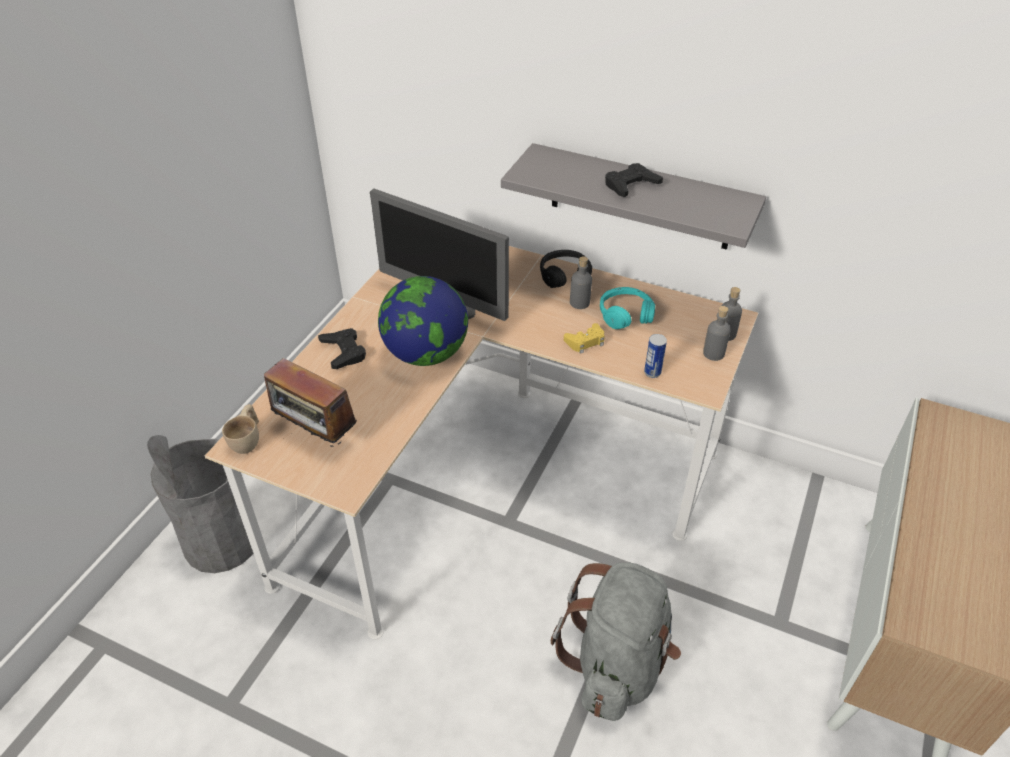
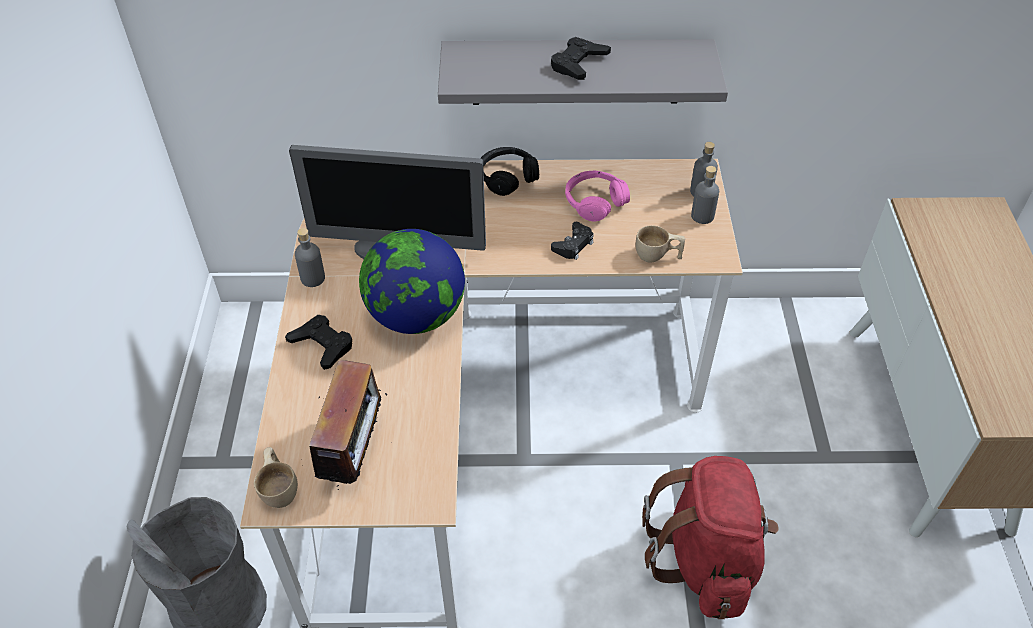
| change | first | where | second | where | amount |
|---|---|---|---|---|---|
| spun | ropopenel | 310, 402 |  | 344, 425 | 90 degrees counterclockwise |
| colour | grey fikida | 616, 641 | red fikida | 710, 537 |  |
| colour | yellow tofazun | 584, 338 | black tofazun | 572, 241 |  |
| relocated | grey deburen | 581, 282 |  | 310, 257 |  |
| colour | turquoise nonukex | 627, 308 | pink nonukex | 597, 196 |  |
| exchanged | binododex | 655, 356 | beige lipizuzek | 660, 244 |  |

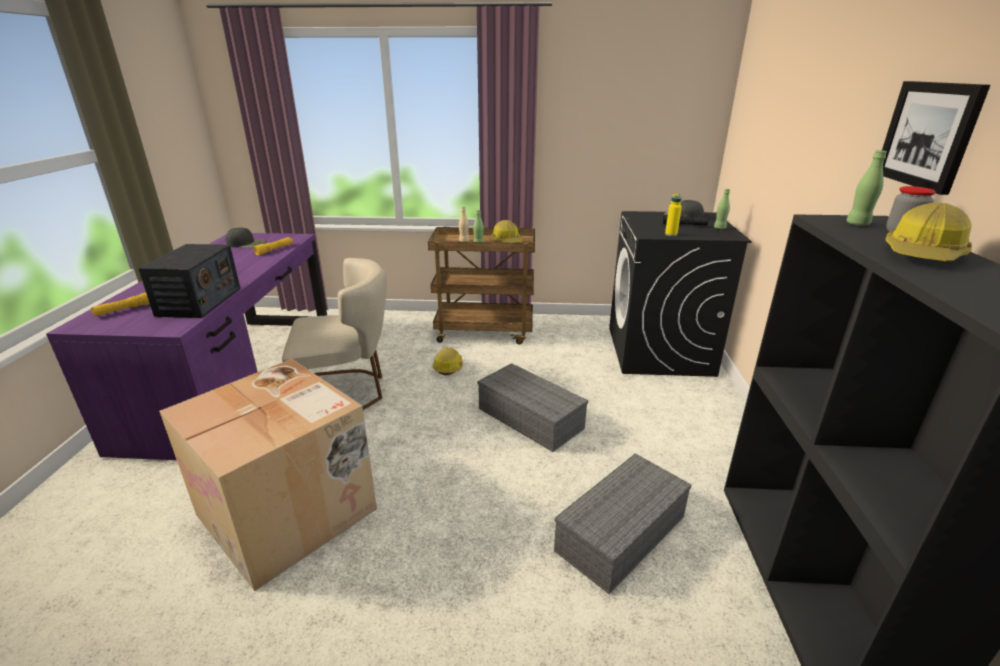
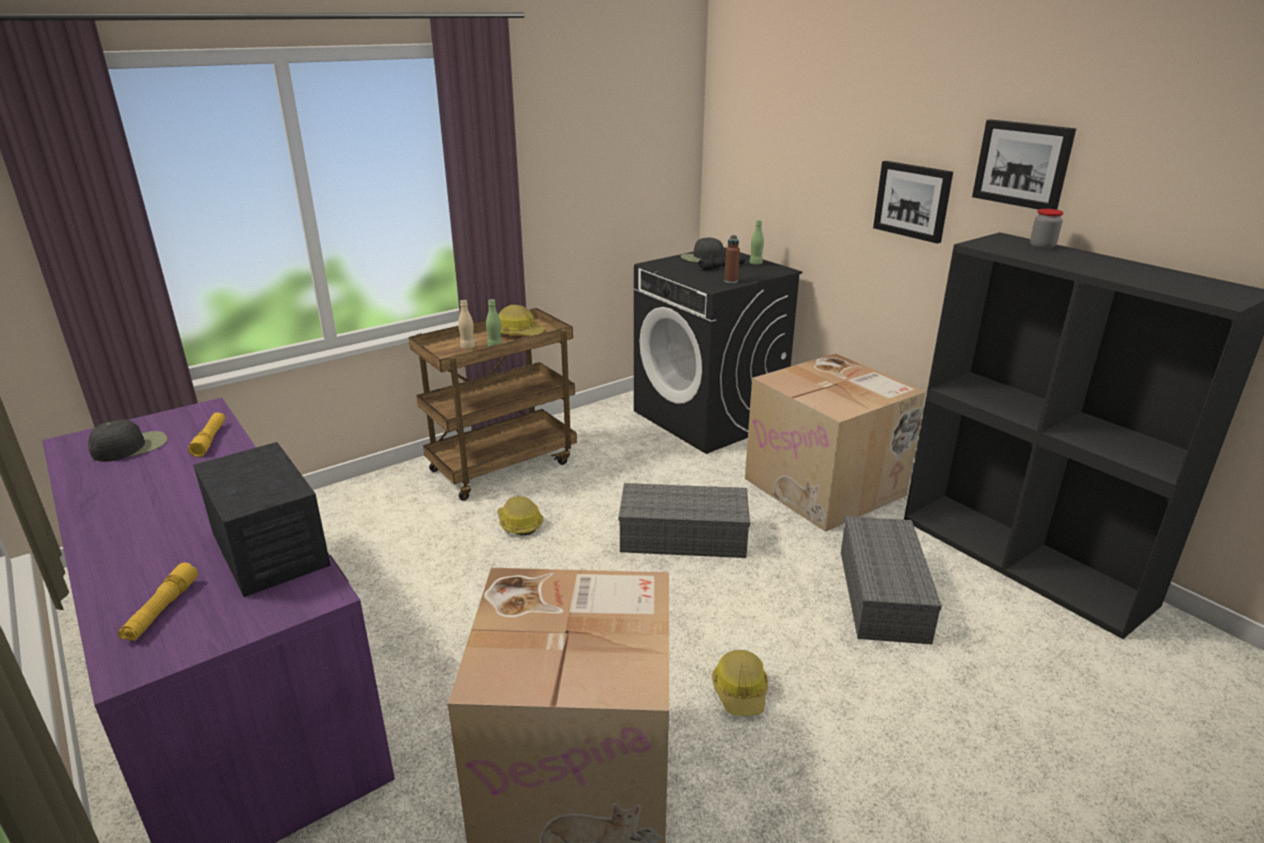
| change | first | where | second | where | amount |
|---|---|---|---|---|---|
| missing | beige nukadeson | 334, 334 |  |  |  |
| colour | yellow deburen | 673, 215 | brown deburen | 732, 259 |  |
| missing | green deburen | 866, 188 |  |  |  |
| relocated | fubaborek | 929, 231 |  | 740, 683 |  |
| appeared |  |  | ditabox | 835, 442 |  |
| appeared |  |  | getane | 913, 202 |  |

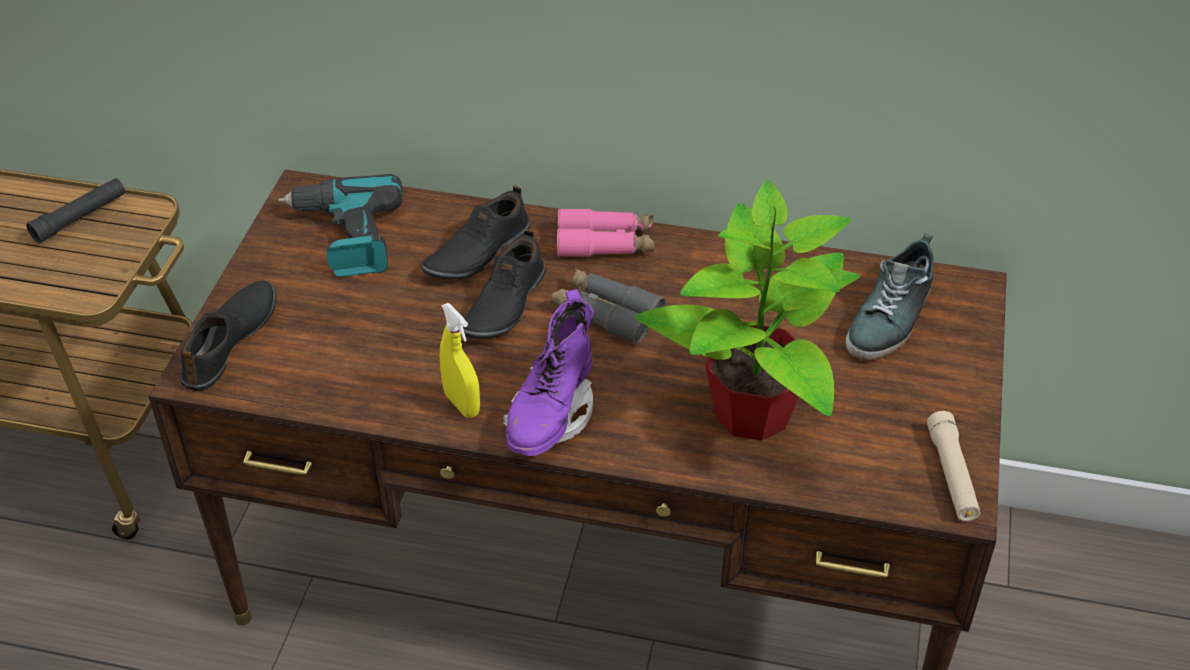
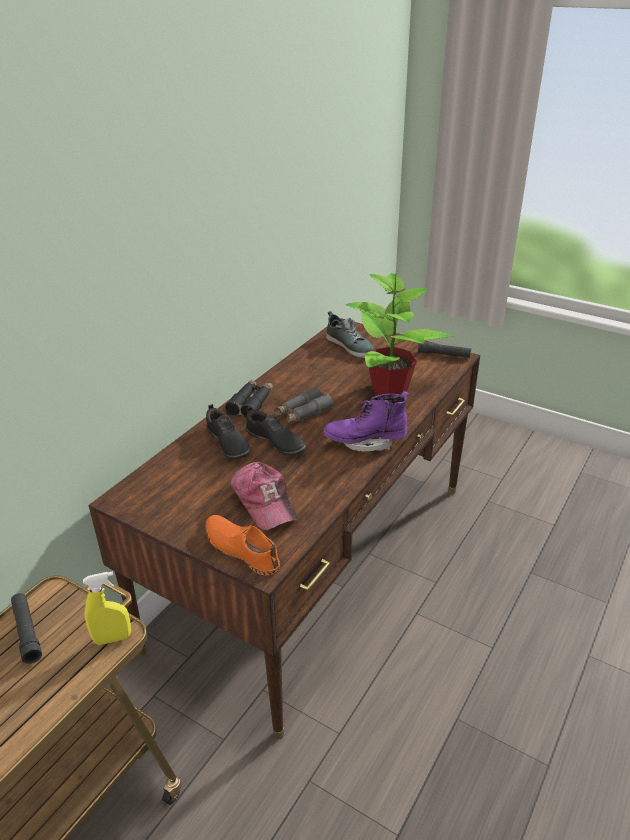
| change | first | where | second | where | amount |
|---|---|---|---|---|---|
| colour | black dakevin | 228, 335 | orange dakevin | 242, 545 |  |
| missing | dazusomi | 341, 225 |  |  |  |
| relocated | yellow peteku | 460, 360 |  | 107, 608 |  |
| spun | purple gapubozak | 549, 372 |  | 366, 421 | 135 degrees clockwise |
| colour | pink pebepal | 605, 232 | black pebepal | 249, 399 |  |
| colour | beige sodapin | 953, 466 | black sodapin | 444, 350 |  |
| appeared |  |  | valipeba | 264, 496 |  |

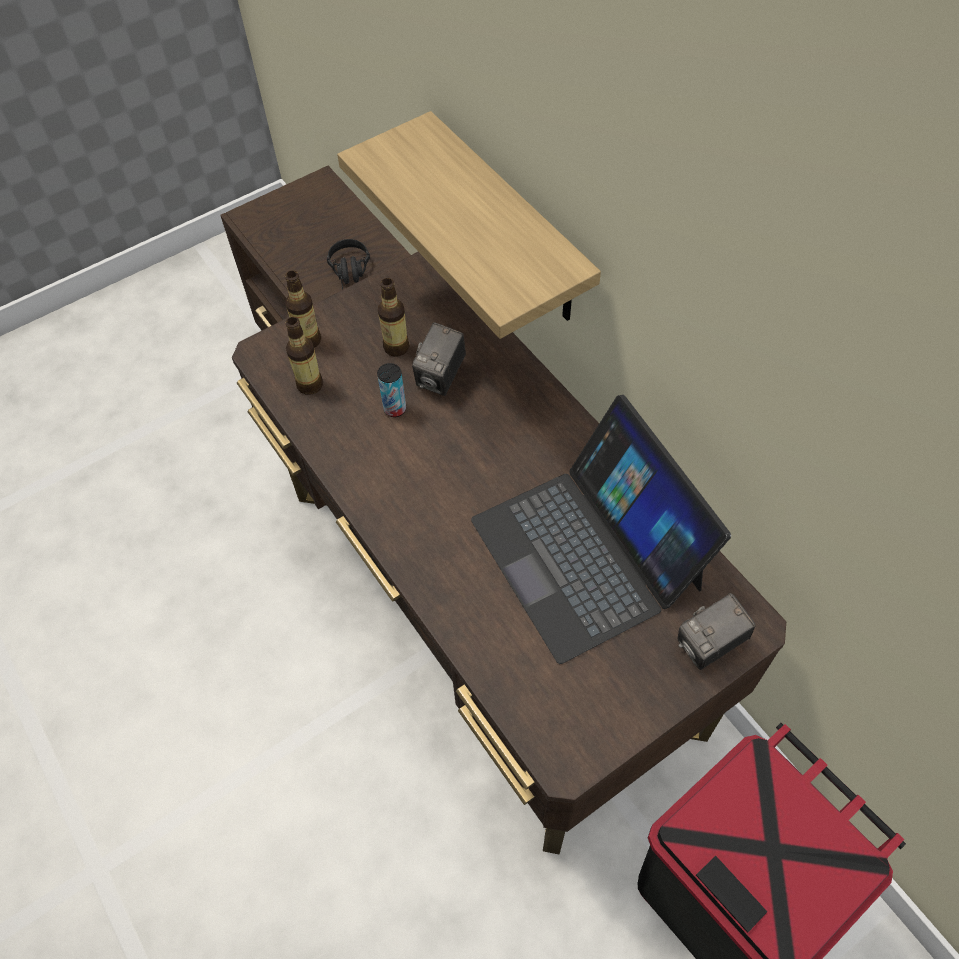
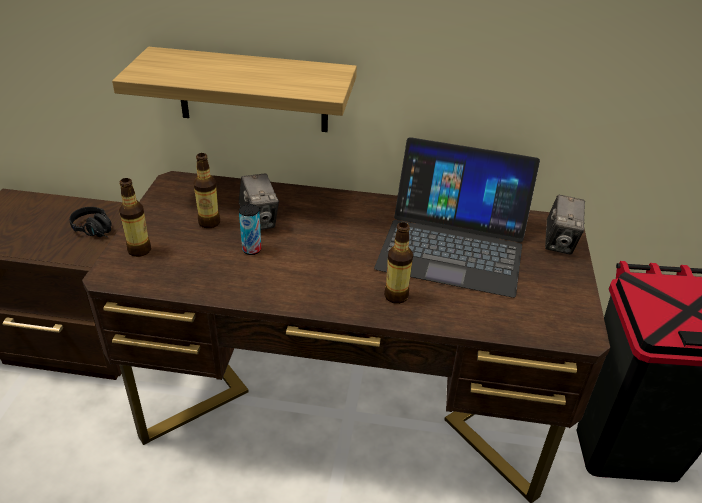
| change | first | where | second | where | amount |
|---|---|---|---|---|---|
| relocated | deburen | 304, 356 |  | 398, 263 |  |

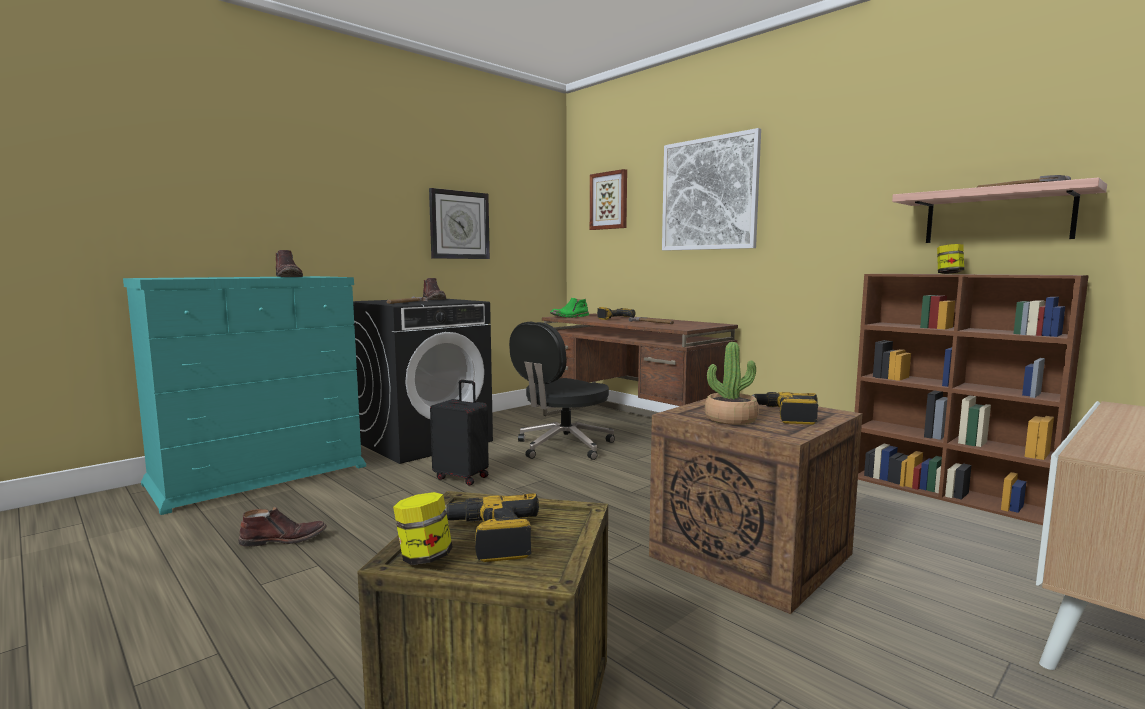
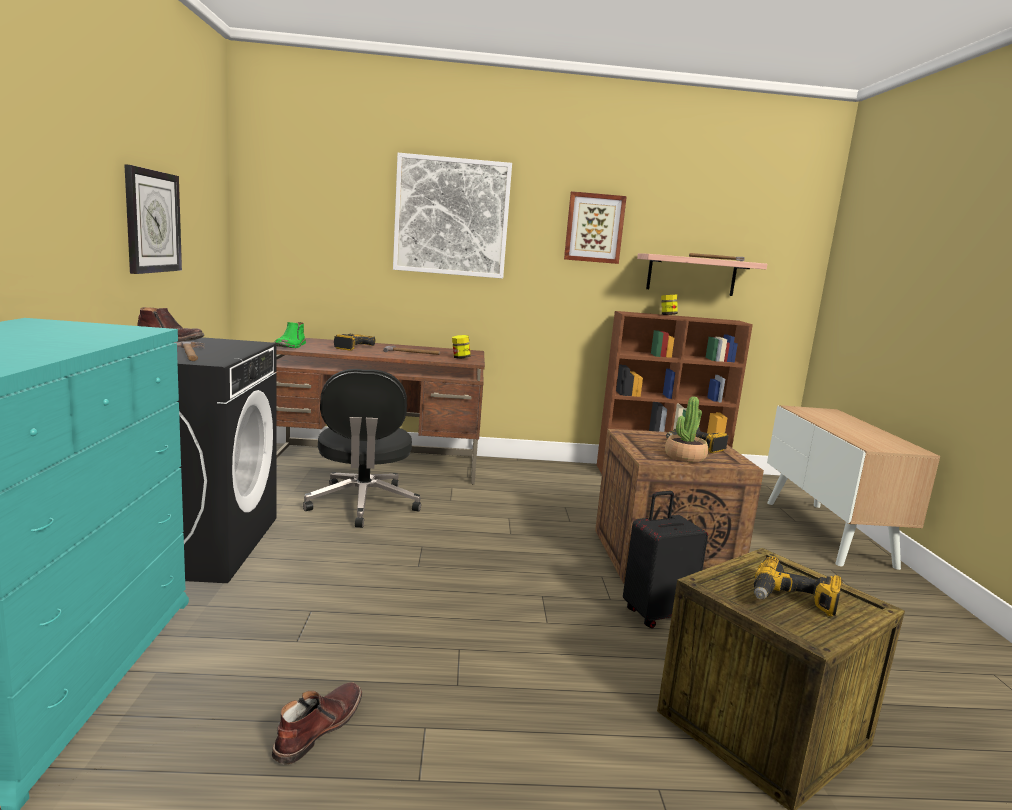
| change | first | where | second | where | amount |
|---|---|---|---|---|---|
| missing | brown gapubozak | 289, 263 |  |  |  |
| relocated | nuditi | 423, 528 |  | 461, 347 |  |
| relocated | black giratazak | 459, 433 |  | 665, 559 |  |
| relocated | getane | 608, 199 |  | 595, 227 |  |

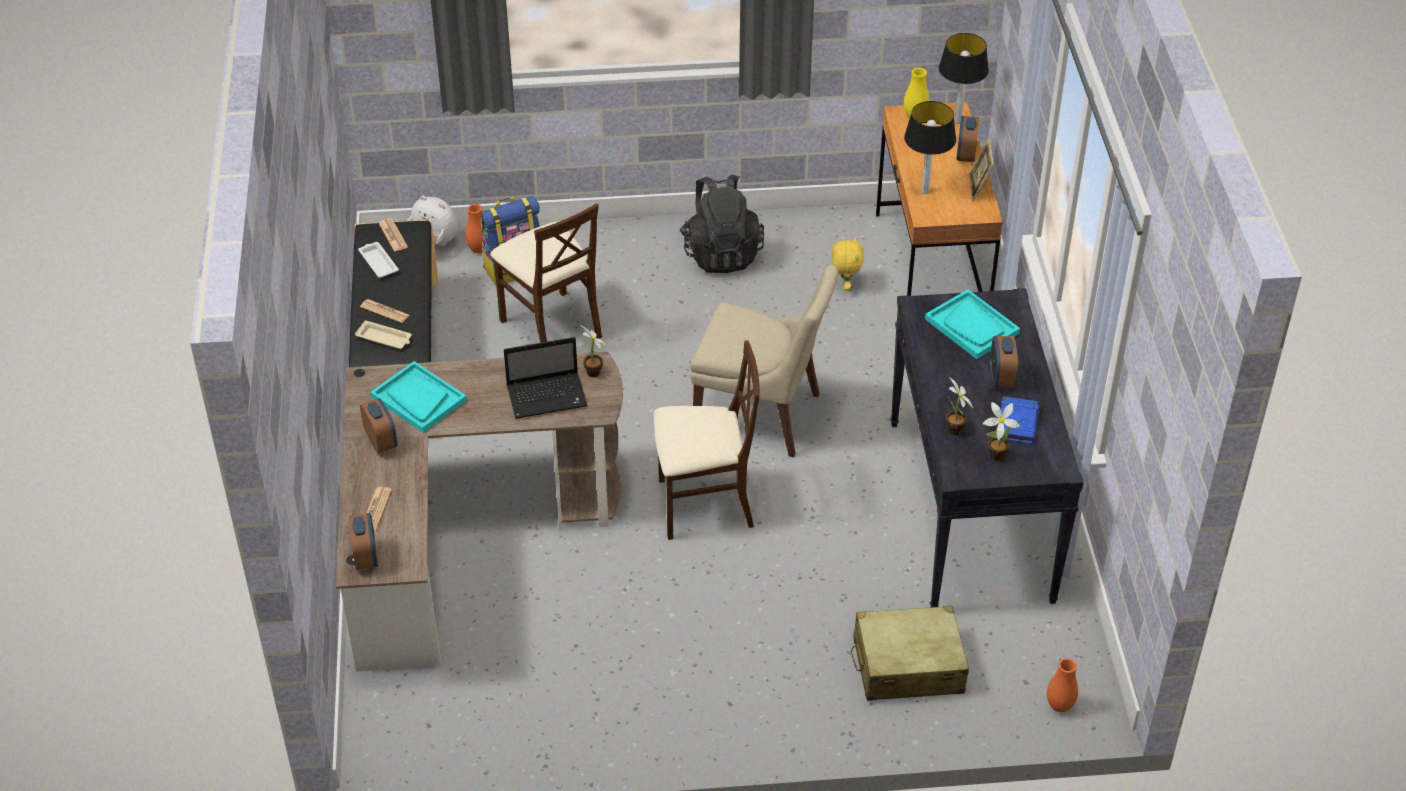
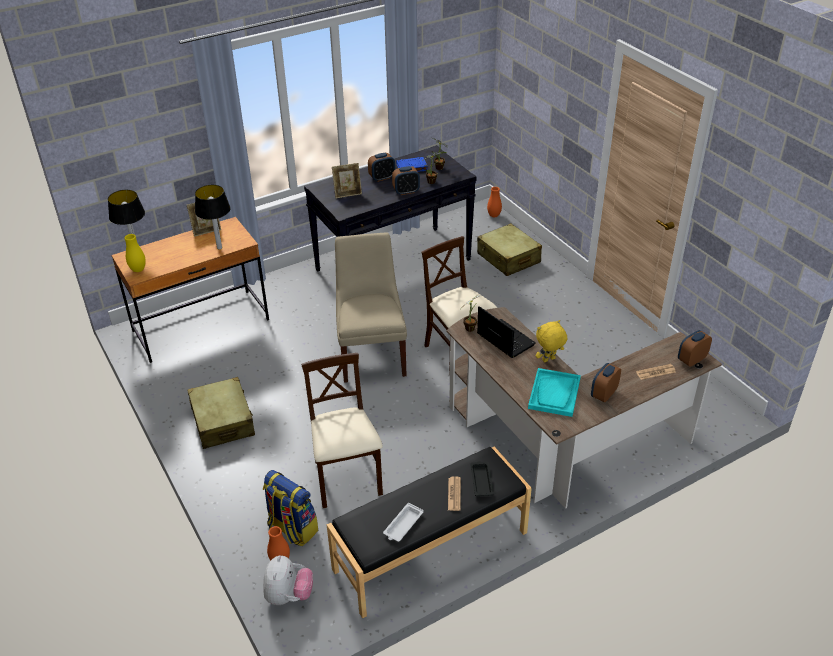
| change | first | where | second | where | amount |
|---|---|---|---|---|---|
| colour | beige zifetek | 383, 334 | black zifetek | 482, 478 |  |
| missing | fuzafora | 393, 235 |  |  |  |
| spun | beige nukadeson | 546, 273 |  | 342, 430 | 45 degrees counterclockwise |
| exchanged | black fikida | 722, 223 | beige giratazak | 221, 413 |  |
| relocated | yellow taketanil | 848, 264 |  | 551, 341 |  |
| exchanged | turquoise zifetek | 972, 324 | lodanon | 347, 180 |  |
| relocated | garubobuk | 968, 139 |  | 406, 180 |  |

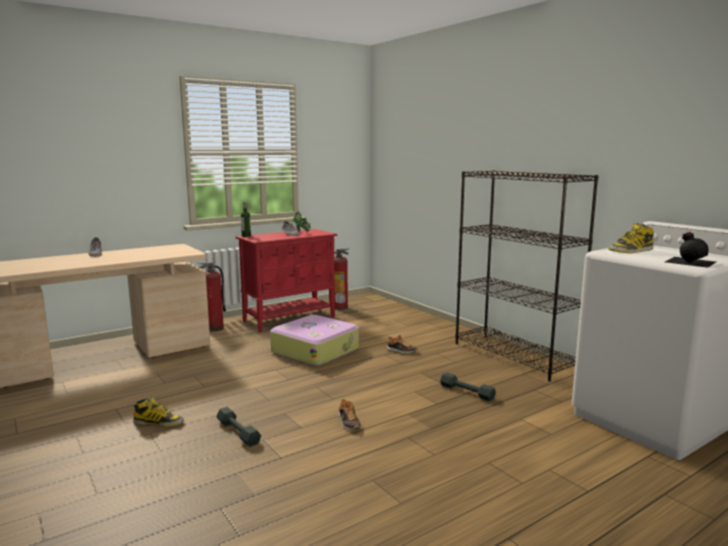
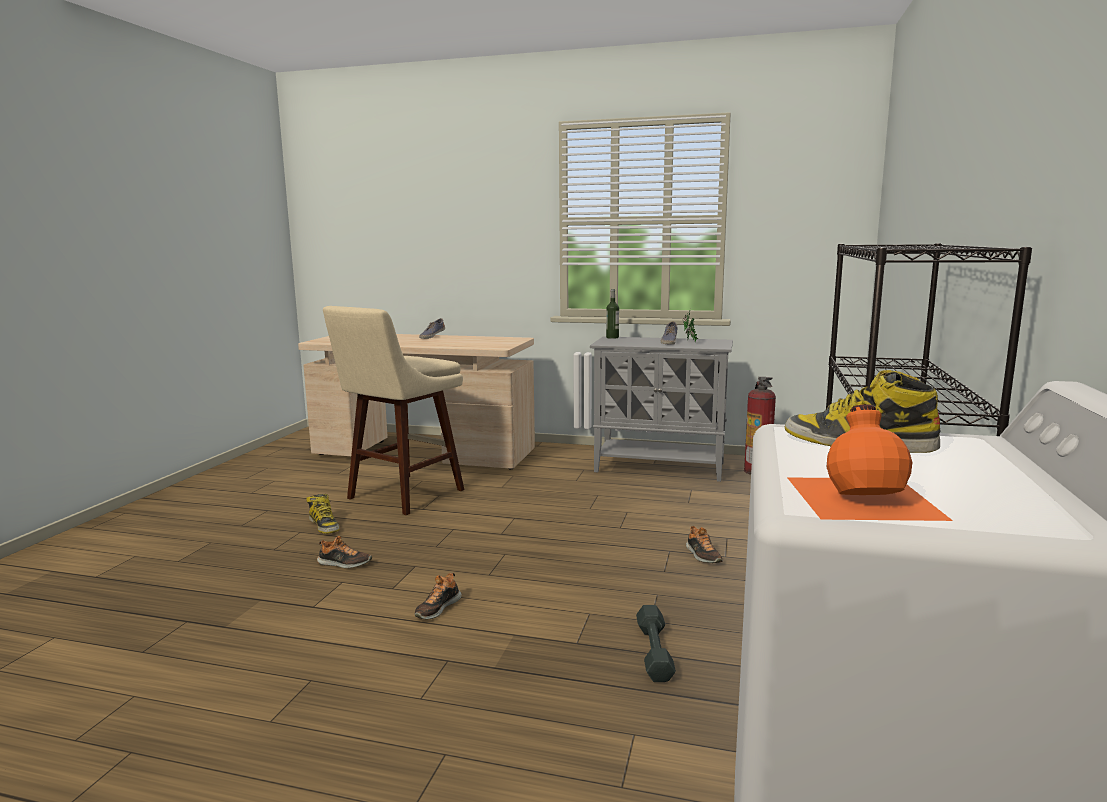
| change | first | where | second | where | amount |
|---|---|---|---|---|---|
| missing | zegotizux | 212, 297 |  |  |  |
| exchanged | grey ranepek | 238, 427 | dakevin | 344, 552 |  |
| colour | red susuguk | 286, 280 | grey susuguk | 661, 409 |  |
| missing | giratazak | 314, 341 |  |  |  |
| colour | black deburen | 690, 250 | orange deburen | 870, 462 |  |
| appeared |  |  | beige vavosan | 393, 410 |  |

